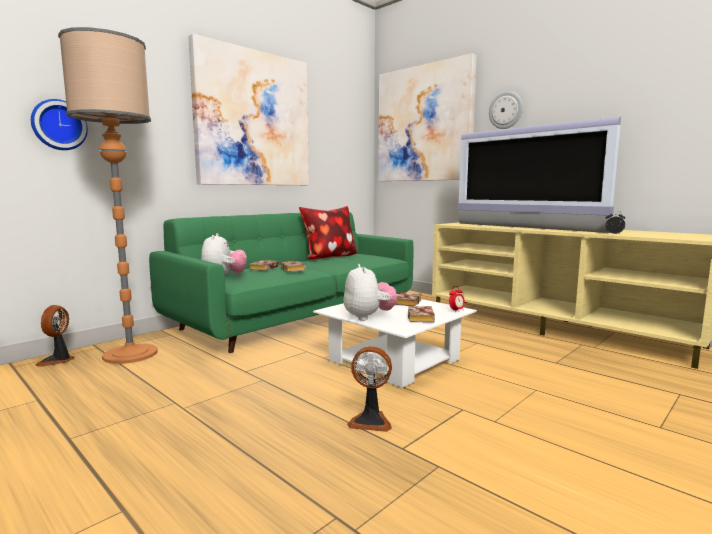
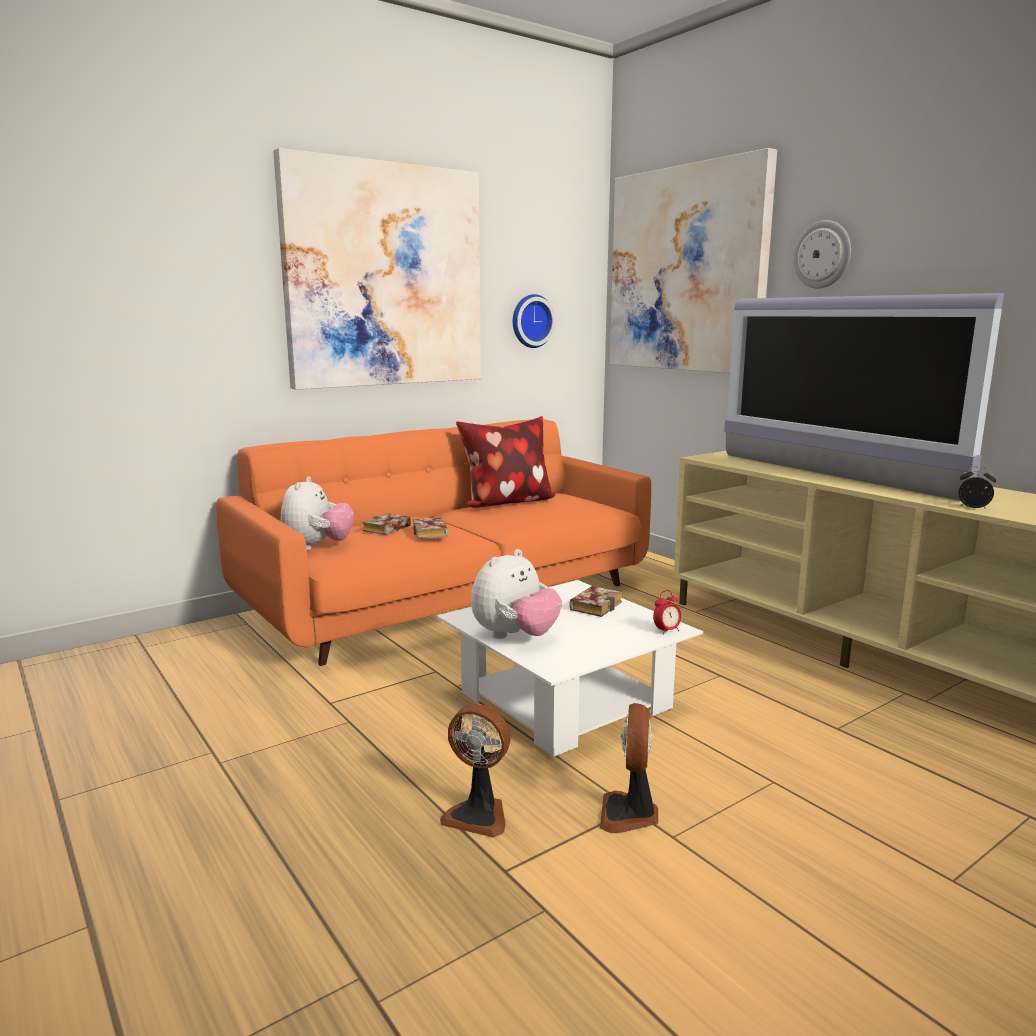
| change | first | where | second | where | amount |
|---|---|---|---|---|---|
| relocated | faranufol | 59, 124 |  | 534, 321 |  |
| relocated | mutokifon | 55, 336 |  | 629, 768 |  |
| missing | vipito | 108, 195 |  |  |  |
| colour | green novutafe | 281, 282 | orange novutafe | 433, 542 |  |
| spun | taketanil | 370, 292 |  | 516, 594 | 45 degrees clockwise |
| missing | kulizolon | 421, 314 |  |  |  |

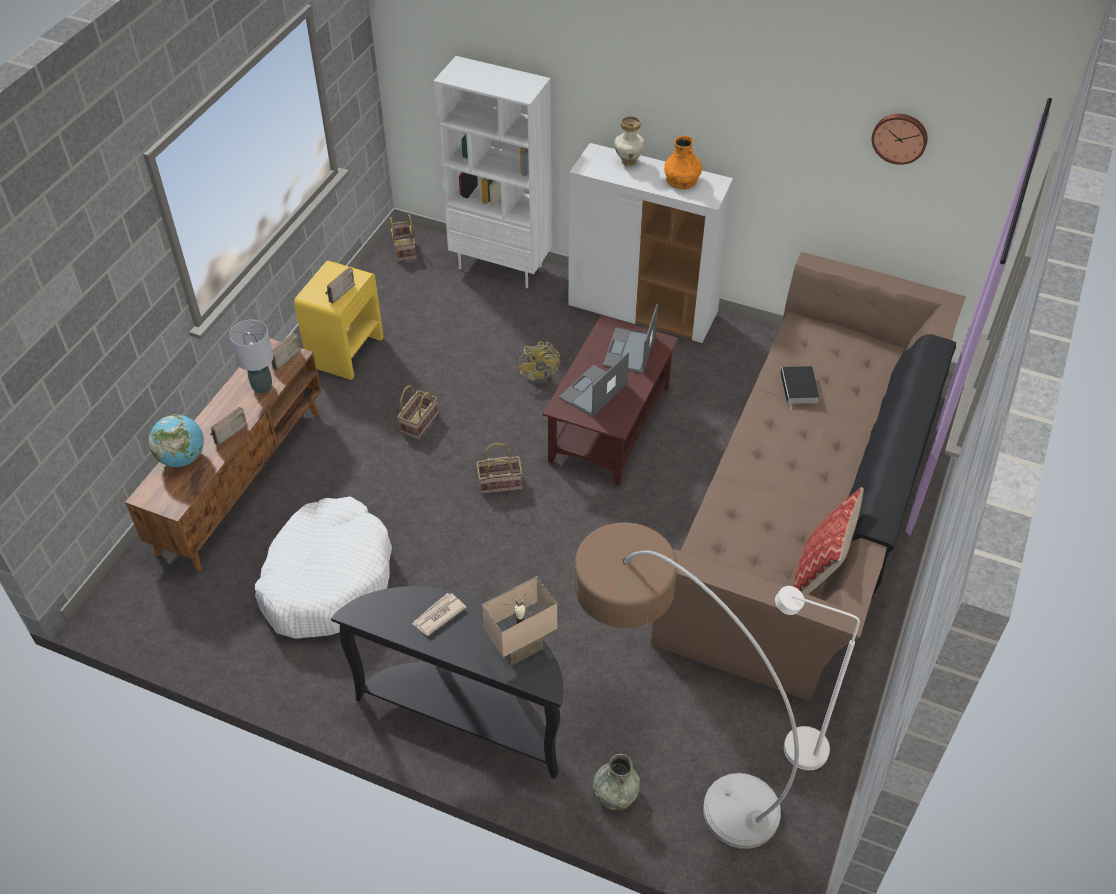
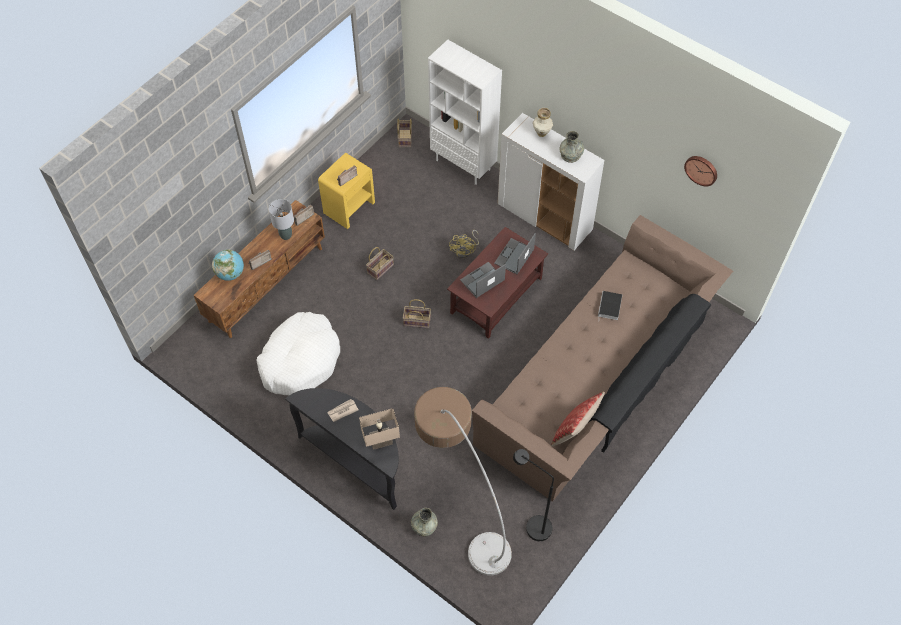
| change | first | where | second | where | amount |
|---|---|---|---|---|---|
| colour | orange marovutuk | 683, 162 | grey marovutuk | 572, 147 |  |
| colour | white vipito | 817, 678 | black vipito | 533, 495 |  |

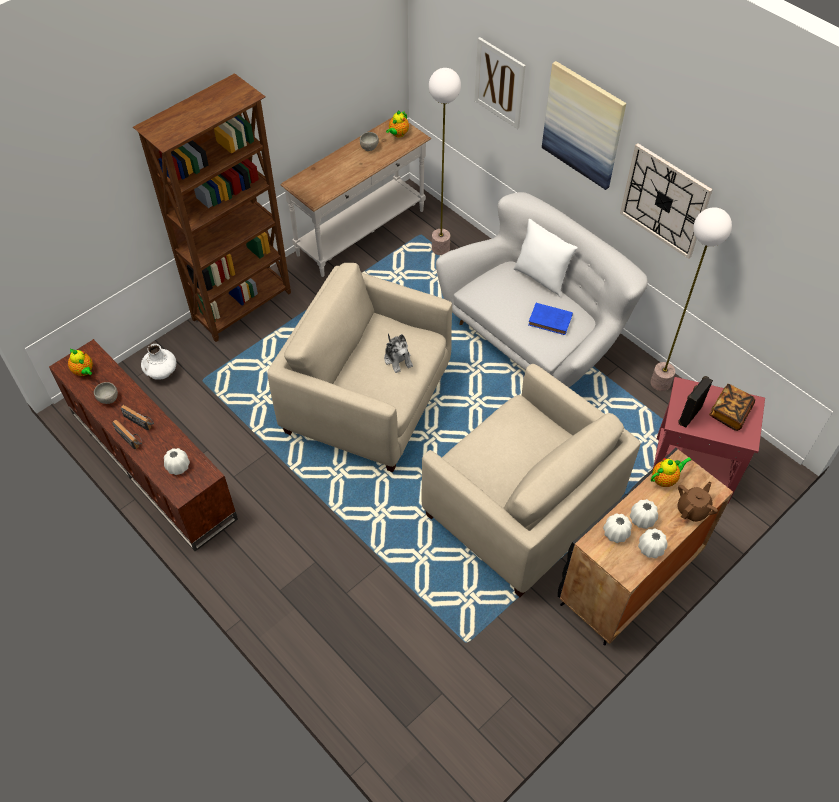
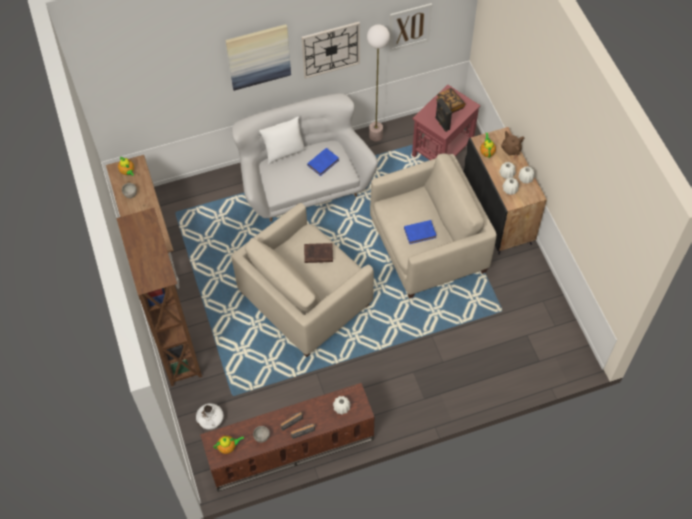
| change | first | where | second | where | amount |
|---|---|---|---|---|---|
| exchanged | taketanil | 398, 353 | brown kulizolon | 318, 253 |  |
| missing | vipito | 445, 161 |  |  |  |
| relocated | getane | 500, 83 |  | 410, 27 |  |
| appeared |  |  | blue kulizolon | 420, 232 |  |

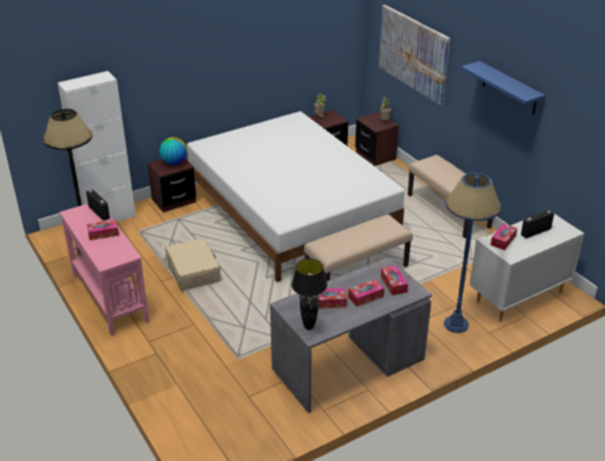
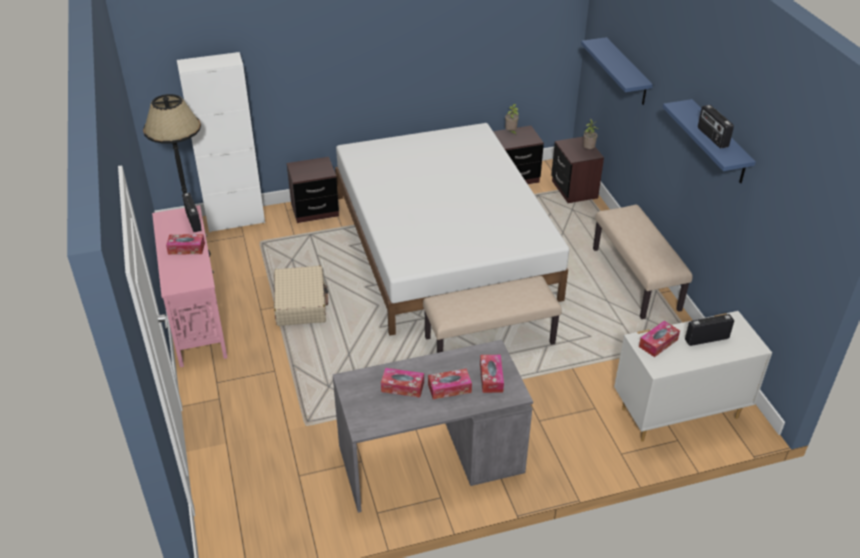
| change | first | where | second | where | amount |
|---|---|---|---|---|---|
| missing | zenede | 173, 151 |  |  |  |
| missing | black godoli | 309, 294 |  |  |  |
| exchanged | getane | 414, 55 | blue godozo | 617, 71 |  |
| missing | blue vipito | 472, 253 |  |  |  |
| appeared |  |  | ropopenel | 716, 126 |  |

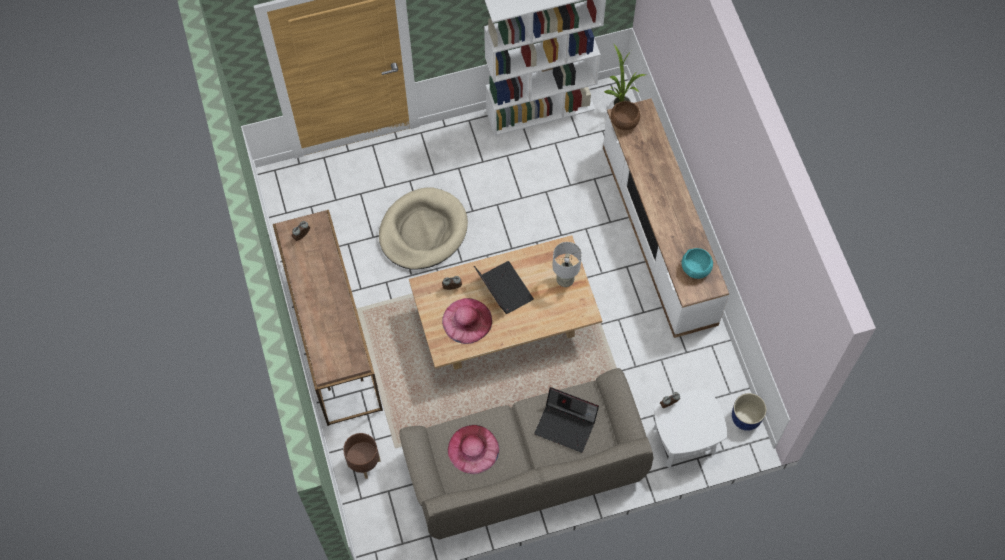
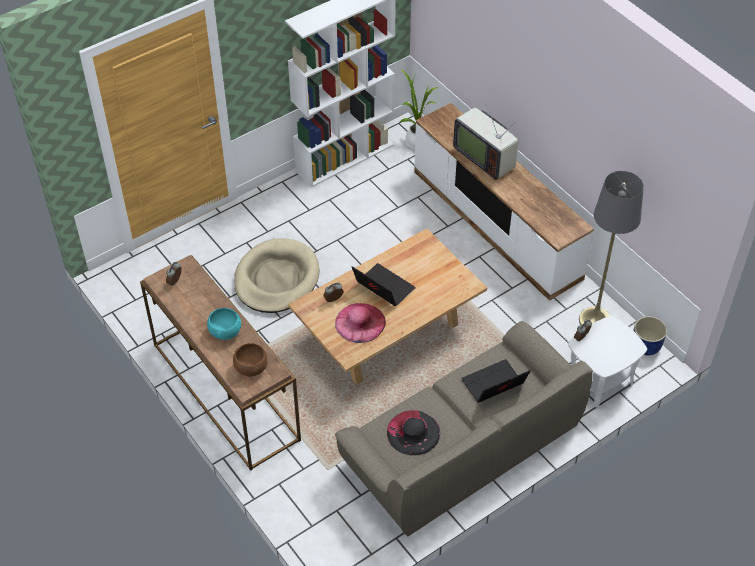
| change | first | where | second | where | amount |
|---|---|---|---|---|---|
| missing | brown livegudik | 362, 456 |  |  |  |
| colour | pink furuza | 473, 449 | black furuza | 414, 433 |  |
| spun | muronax | 566, 420 |  | 496, 381 | 150 degrees clockwise |
| missing | grey godoli | 567, 264 |  |  |  |
| relocated | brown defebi | 625, 115 |  | 250, 360 |  |
| relocated | turquoise defebi | 697, 263 |  | 224, 324 |  |
| appeared |  |  | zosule | 486, 141 |  |
| appeared |  |  | grey vipito | 611, 248 |  |

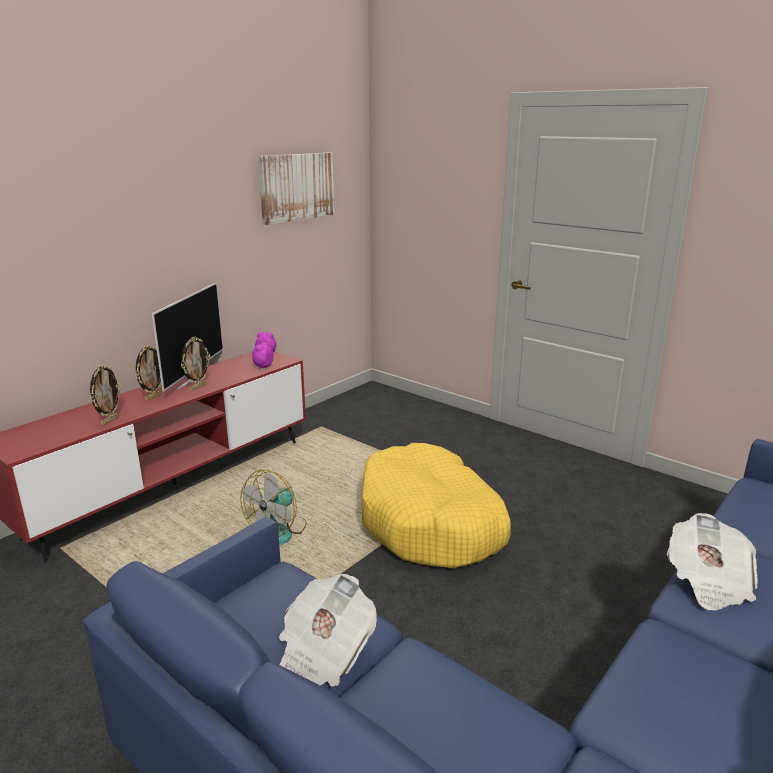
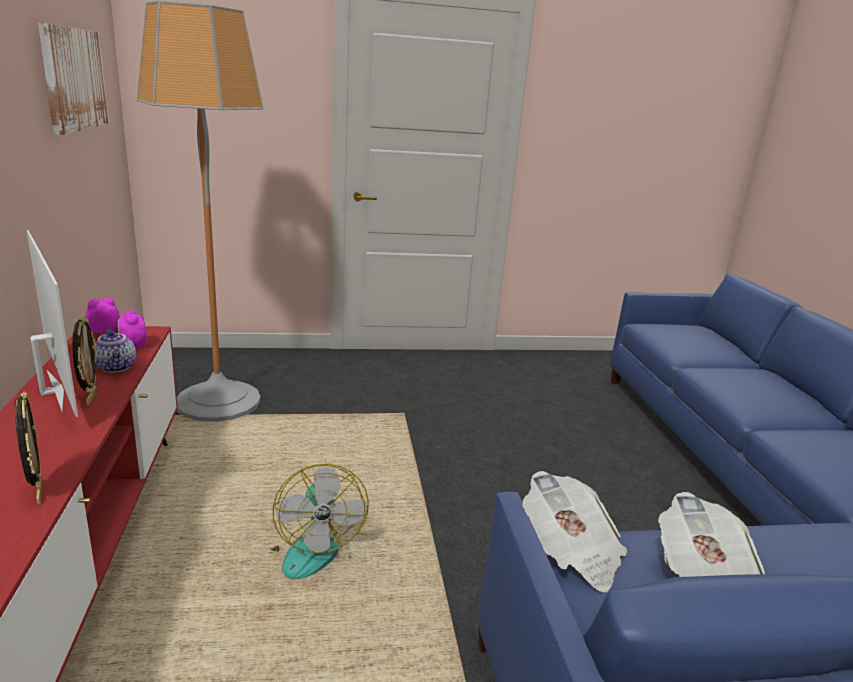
| change | first | where | second | where | amount |
|---|---|---|---|---|---|
| missing | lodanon | 149, 373 |  |  |  |
| missing | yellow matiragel | 436, 505 |  |  |  |
| relocated | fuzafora | 712, 561 |  | 575, 531 |  |
| appeared |  |  | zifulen | 115, 351 |  |
| appeared |  |  | vipito | 200, 211 |  |

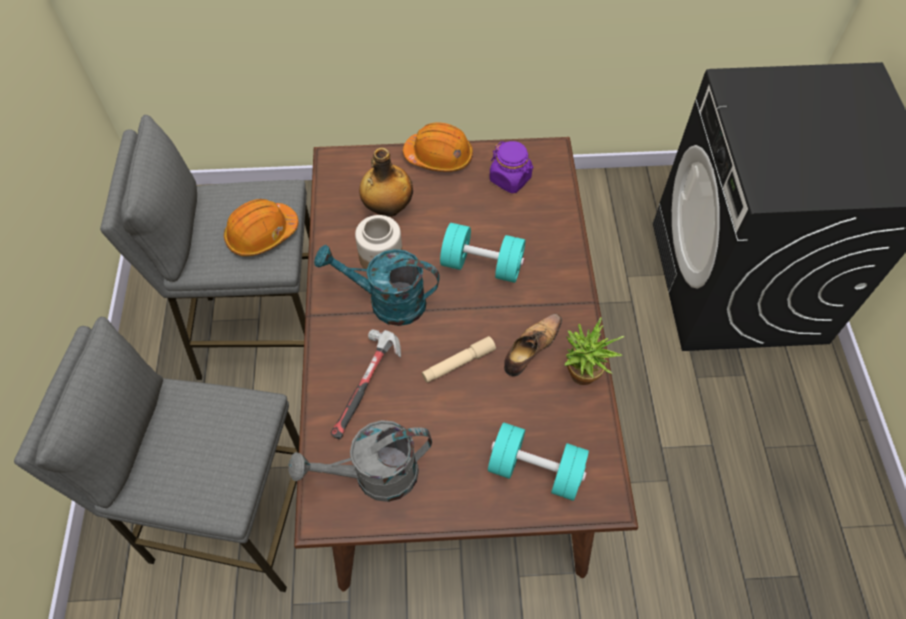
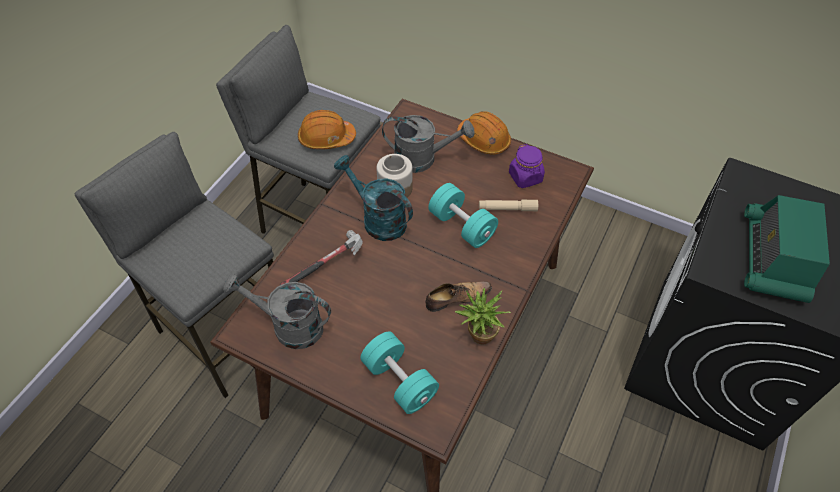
| change | first | where | second | where | amount |
|---|---|---|---|---|---|
| exchanged | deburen | 386, 182 | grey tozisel | 428, 144 |  |
| relocated | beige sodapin | 459, 359 |  | 508, 205 |  |
| appeared |  |  | ropopenel | 787, 249 |  |

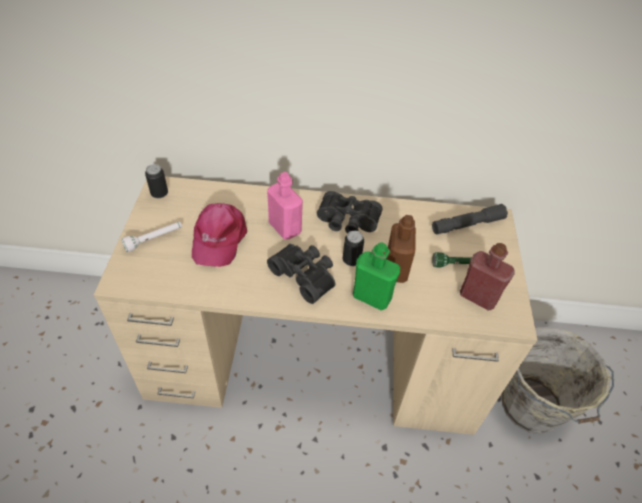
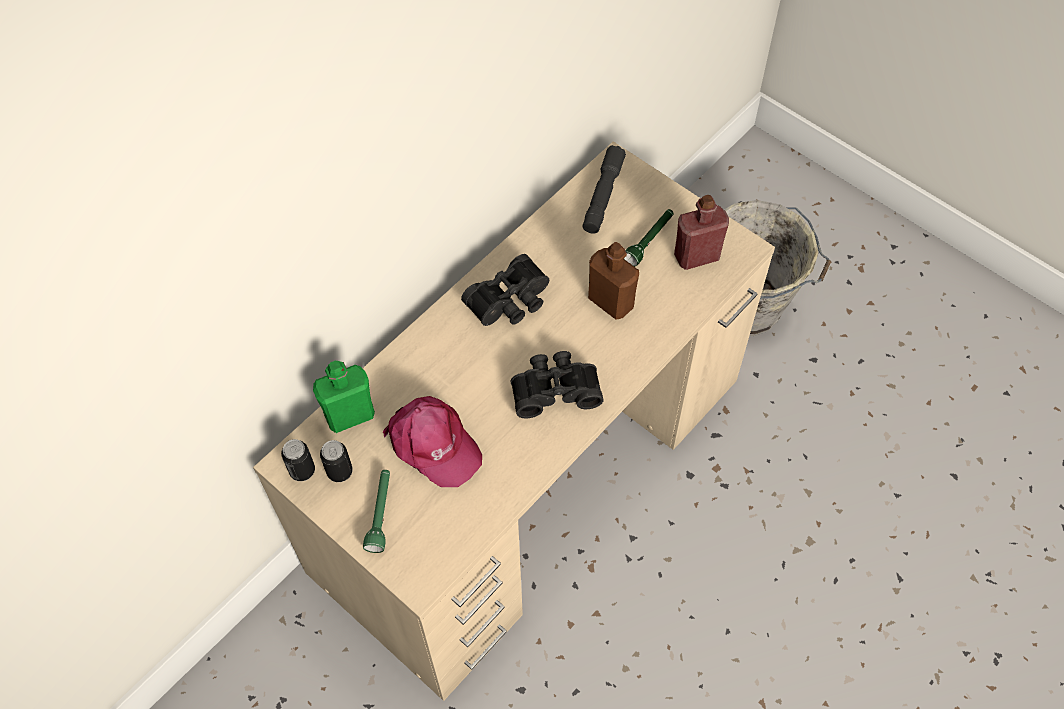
| change | first | where | second | where | amount |
|---|---|---|---|---|---|
| colour | white sodapin | 151, 237 | green sodapin | 376, 511 |  |
| missing | pink deburen | 285, 206 |  |  |  |
| relocated | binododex | 353, 248 |  | 336, 461 |  |
| relocated | green deburen | 376, 276 |  | 344, 397 |  |

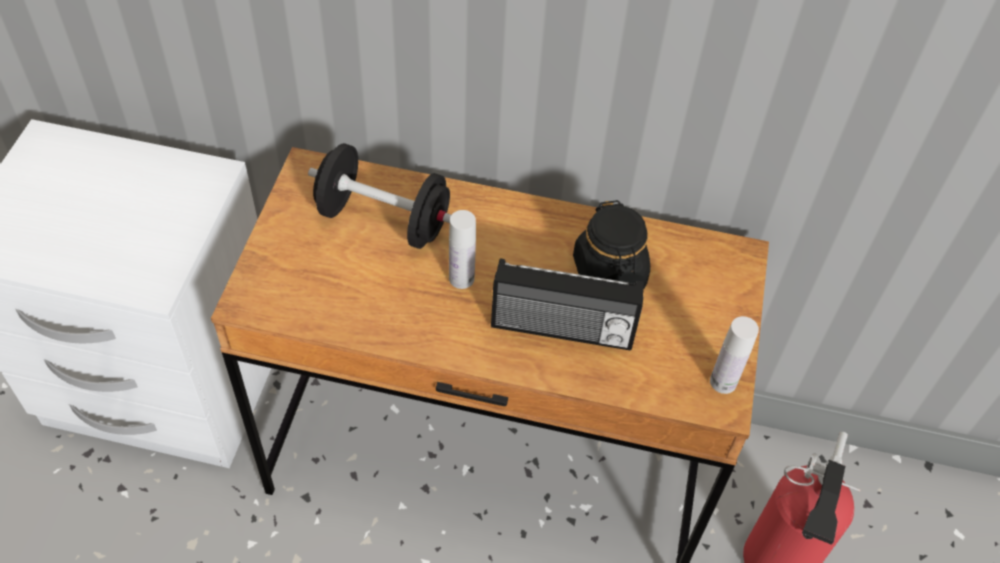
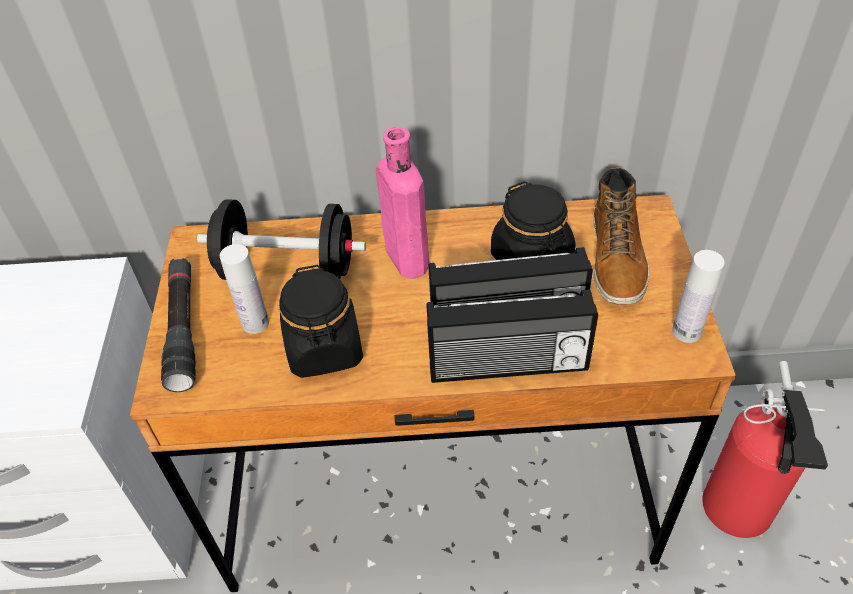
| change | first | where | second | where | amount |
|---|---|---|---|---|---|
| relocated | white deburen | 462, 249 |  | 244, 289 |  |
| appeared |  |  | black sodapin | 178, 325 |  |
| appeared |  |  | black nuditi | 321, 321 |  |
| appeared |  |  | pink deburen | 402, 203 |  |
| appeared |  |  | ropopenel | 512, 336 |  |
| appeared |  |  | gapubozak | 621, 236 |  |

